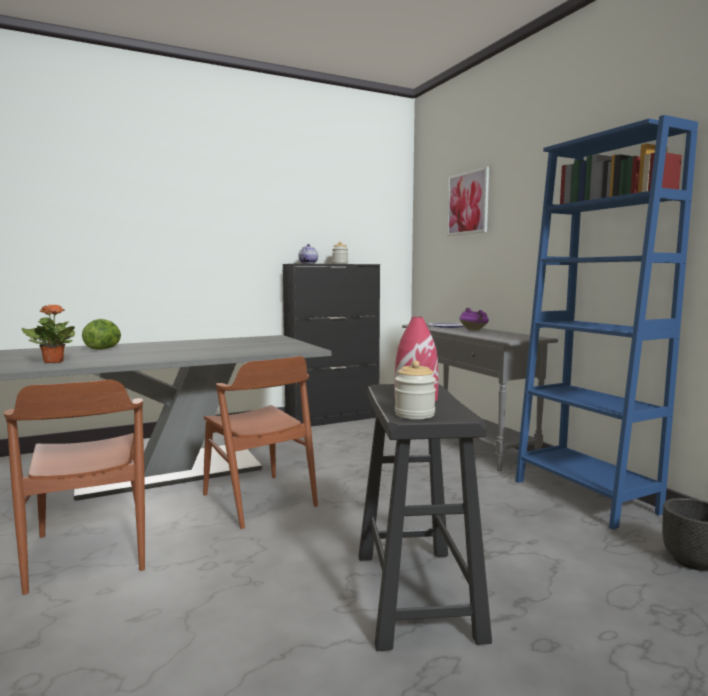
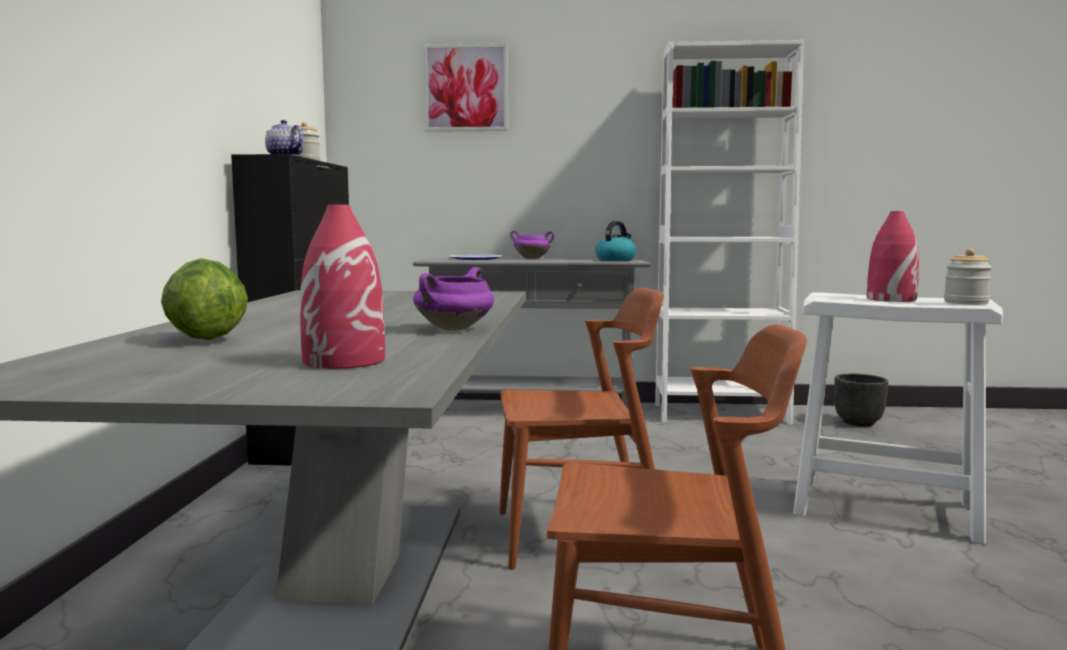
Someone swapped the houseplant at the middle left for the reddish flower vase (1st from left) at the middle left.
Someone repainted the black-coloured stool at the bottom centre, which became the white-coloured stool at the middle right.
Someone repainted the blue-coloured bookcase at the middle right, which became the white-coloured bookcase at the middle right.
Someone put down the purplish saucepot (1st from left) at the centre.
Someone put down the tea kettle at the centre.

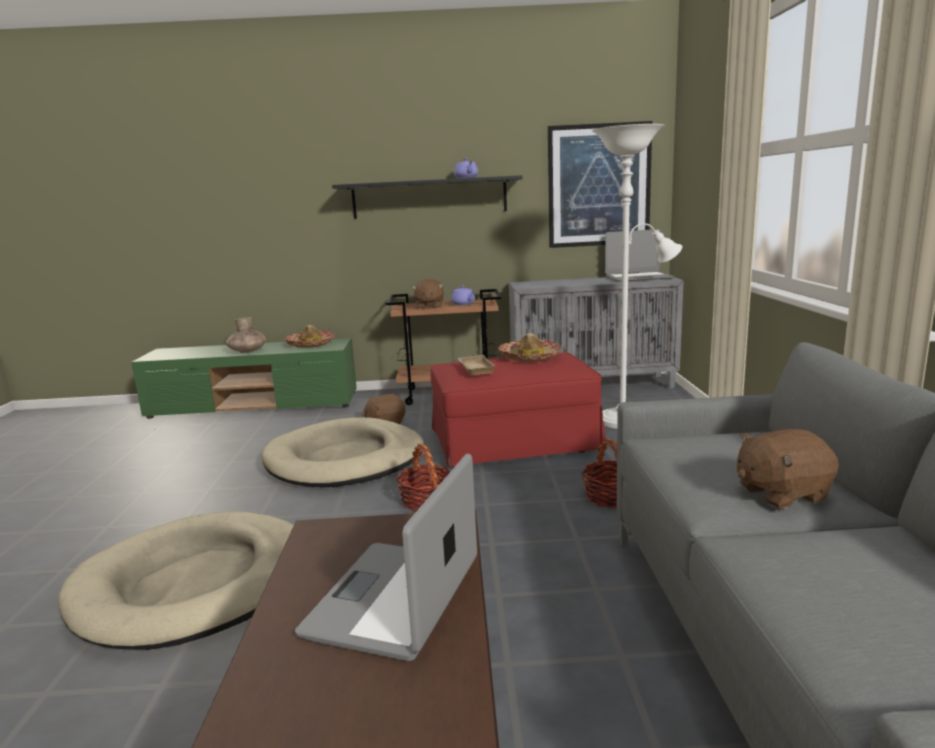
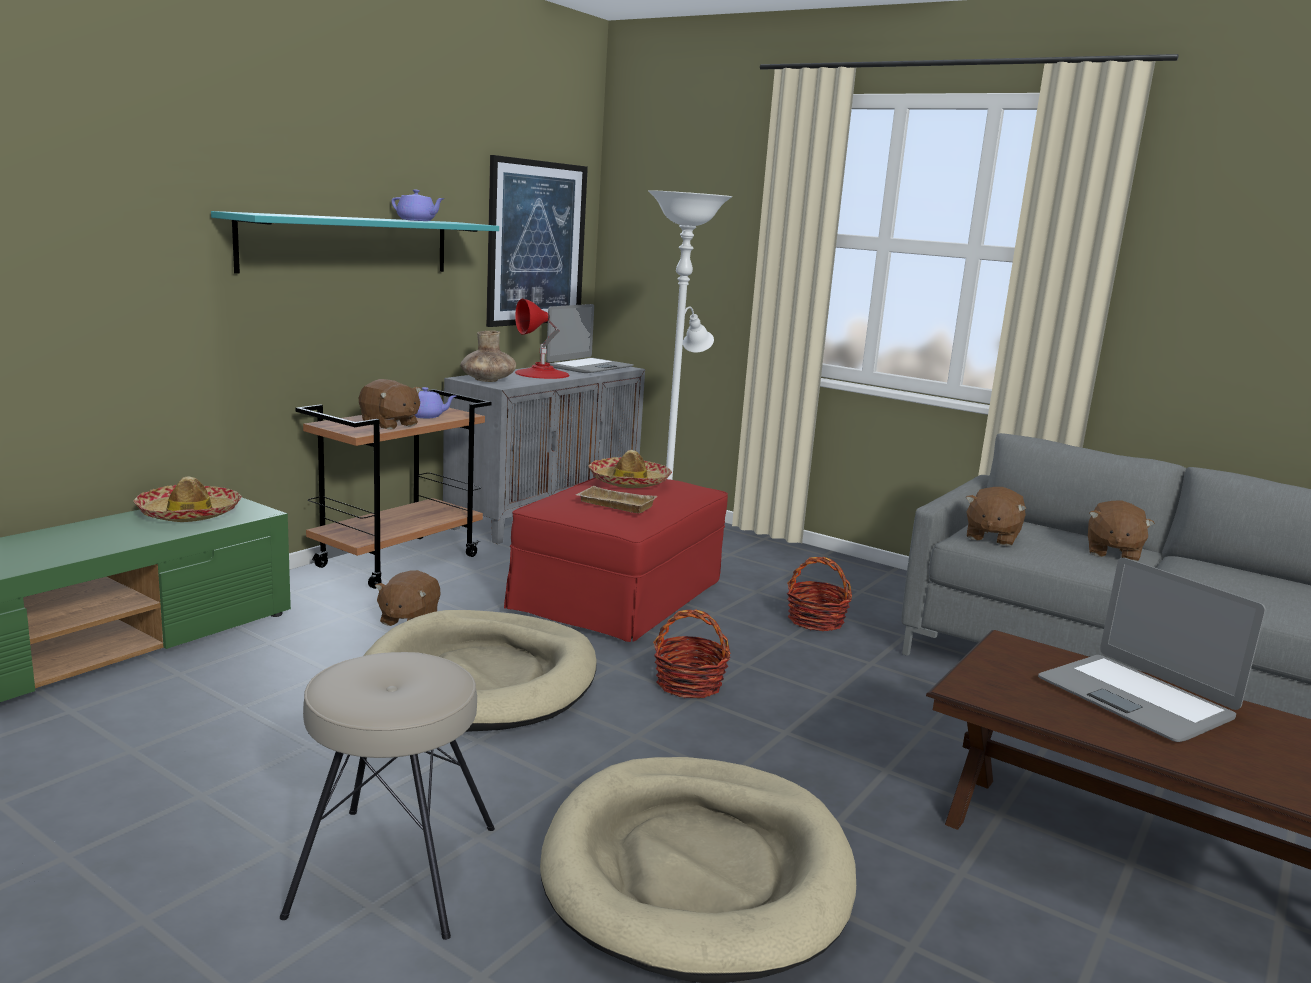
Someone carried the brownish flower vase from the middle left to the centre.
Someone repainted the black-coloured shelf at the top centre, which became the turquoise shelf at the top left.
Someone put down the sand-coloured stool at the bottom left.
Someone put down the reddish tabletop lamp at the centre.
Someone put down the brownish soft toy (3rd from left) at the middle right.

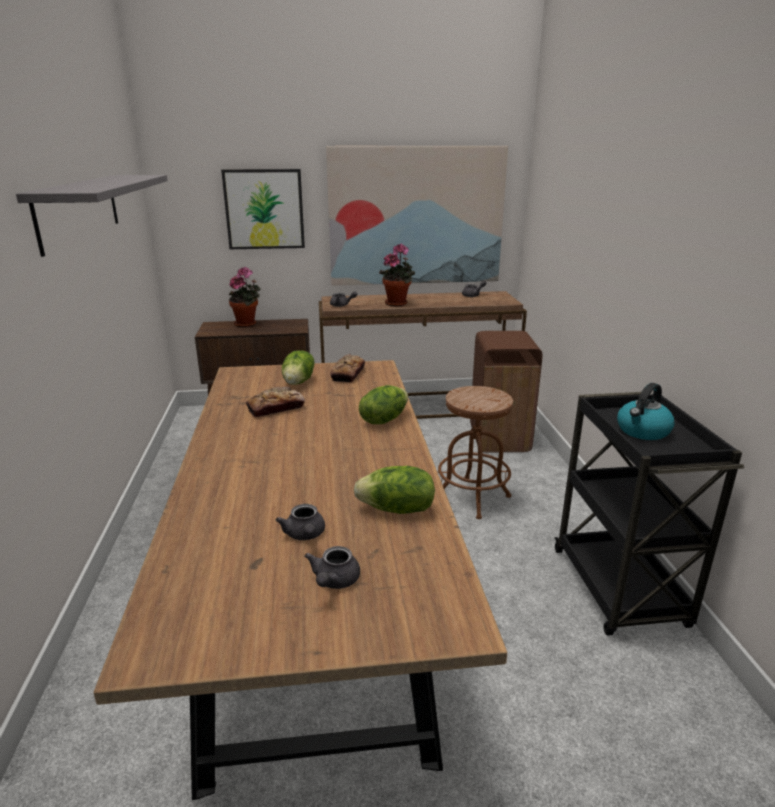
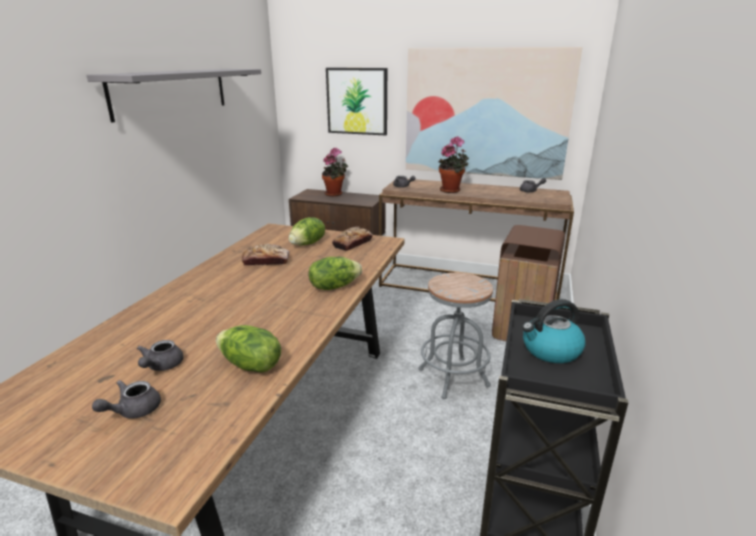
Someone repainted the brownish stool at the centre, which became the grey stool at the centre.

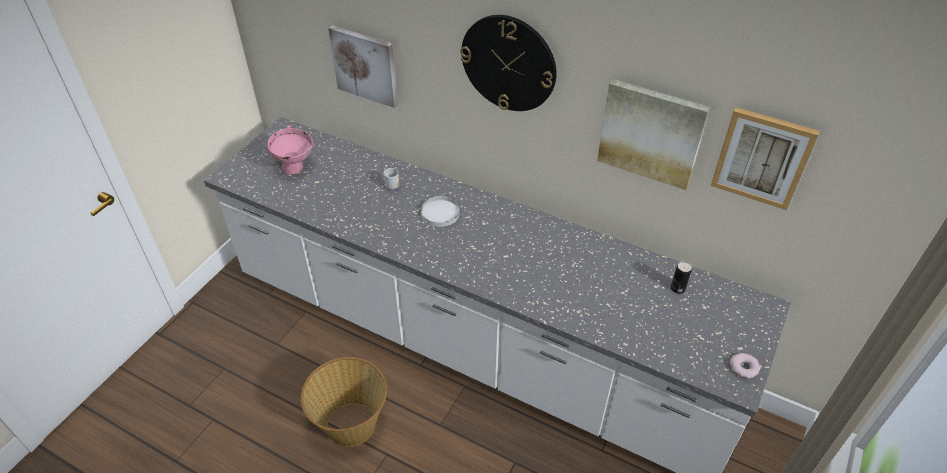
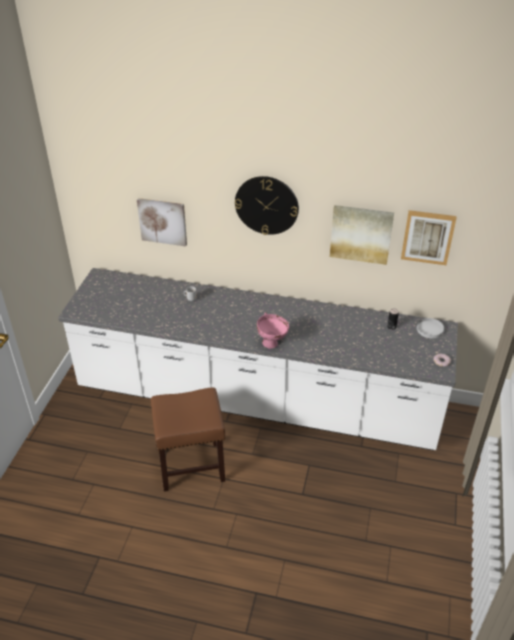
Someone carried the pinkish bowl from the top left to the centre.
Someone swapped the basket at the bottom centre for the brownish stool at the bottom centre.
Someone carried the white-coloured dinner plate from the centre to the middle right.

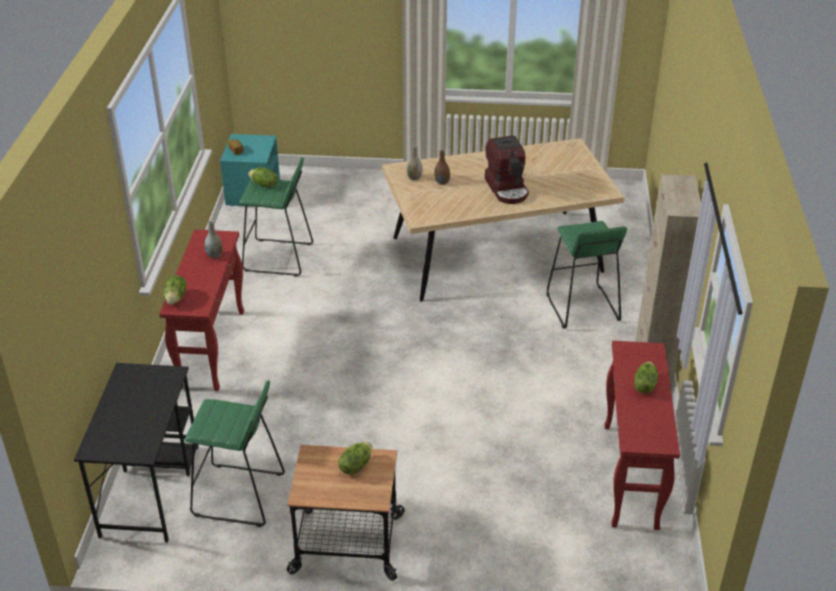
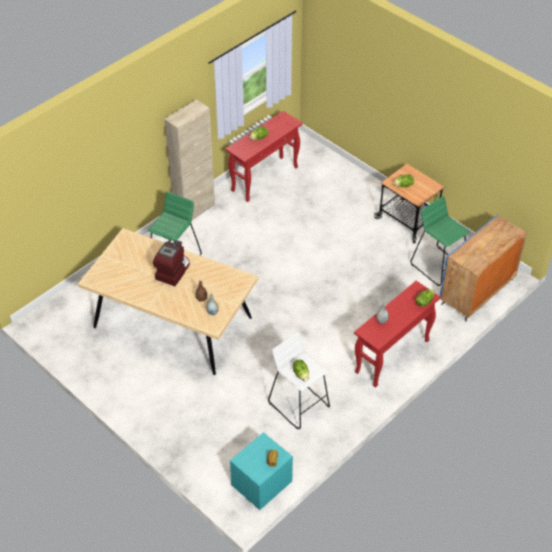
Someone swapped the black-coloured desk unit at the bottom left for the blue-coloured storage cabinet at the middle right.
Someone repainted the green-coloured stool (2nd from left) at the middle left, which became the white-coloured stool at the bottom centre.

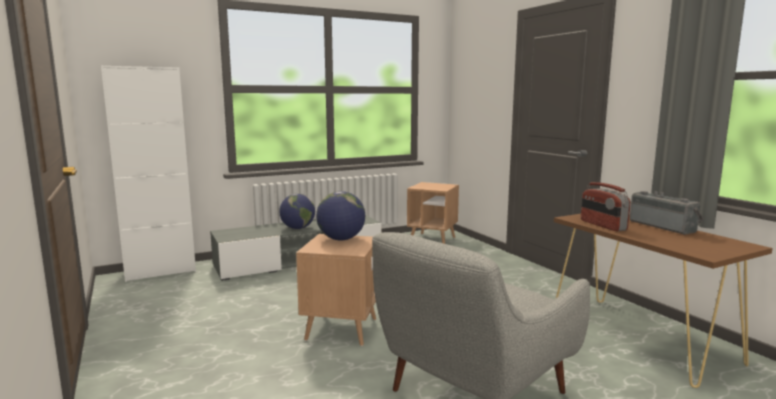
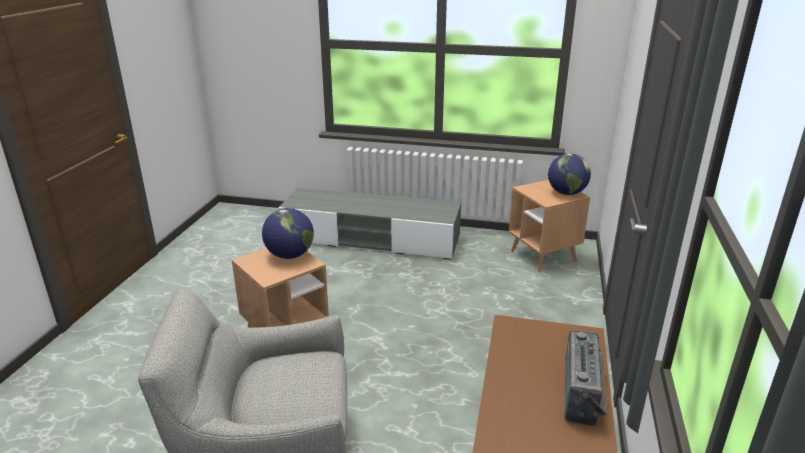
Someone took away the white-coloured storage cabinet at the middle left.
Someone carried the desk globe (1st from left in the first image) from the centre to the middle right.
Someone took away the radio set (1st from left) at the middle right.

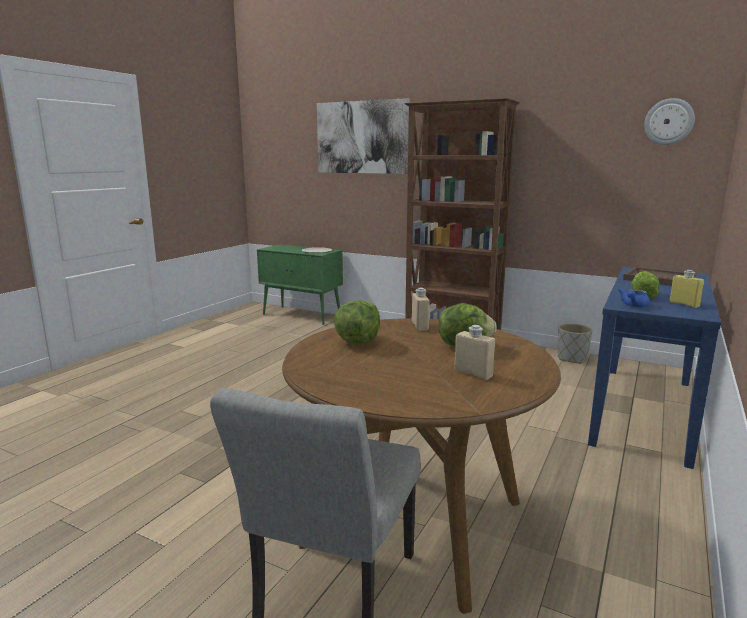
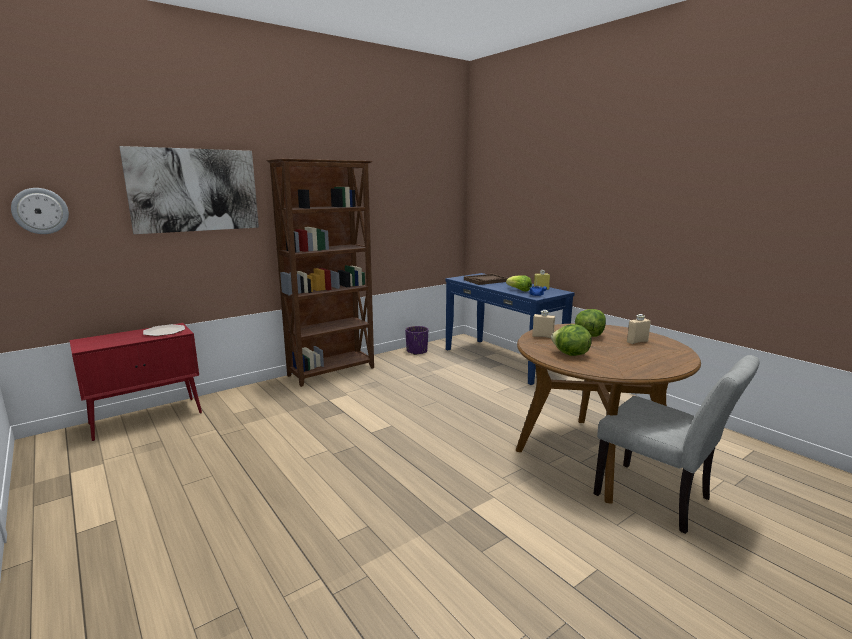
Someone repainted the green-coloured storage cabinet at the centre, which became the reddish storage cabinet at the middle left.
Someone repainted the grey flower pot at the middle right, which became the purplish flower pot at the centre.
Someone carried the wall clock from the top right to the top left.

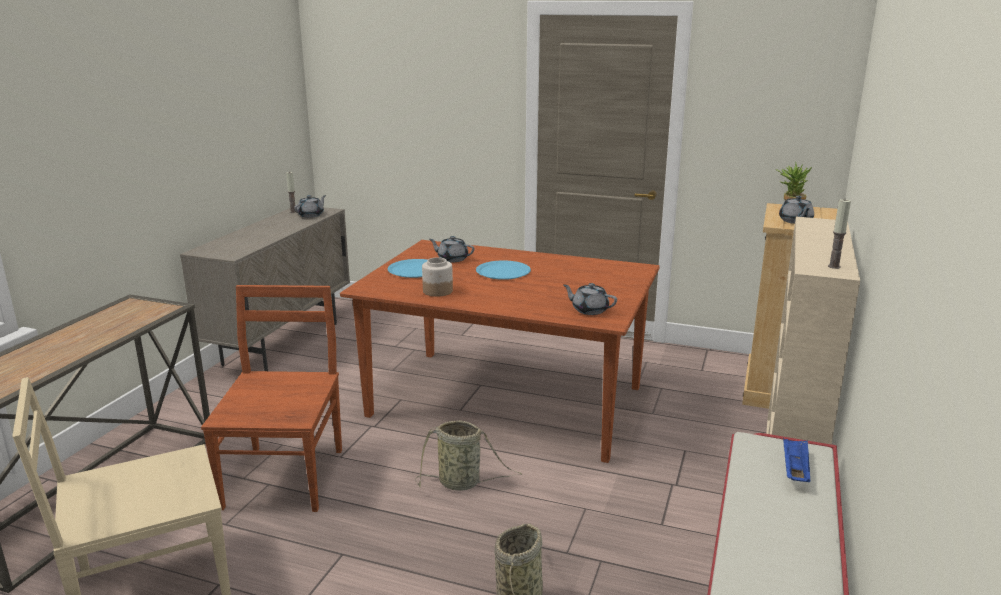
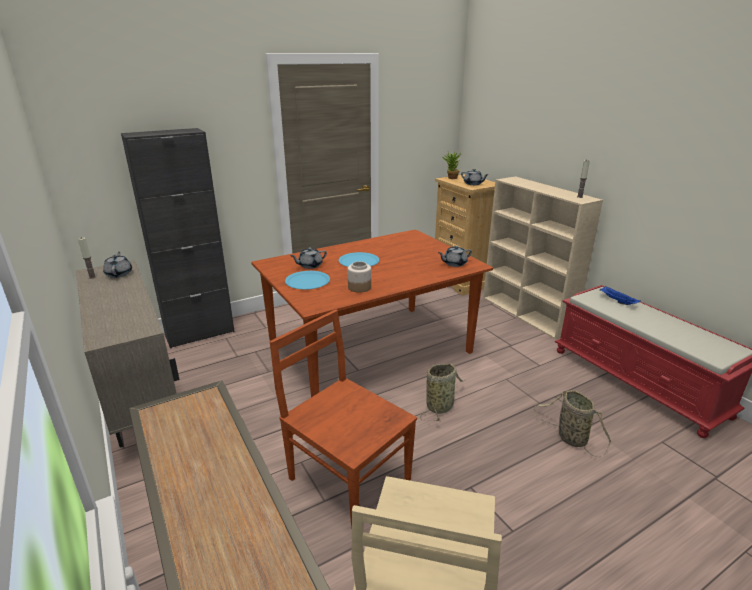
Someone put down the black-coloured storage cabinet at the middle left.

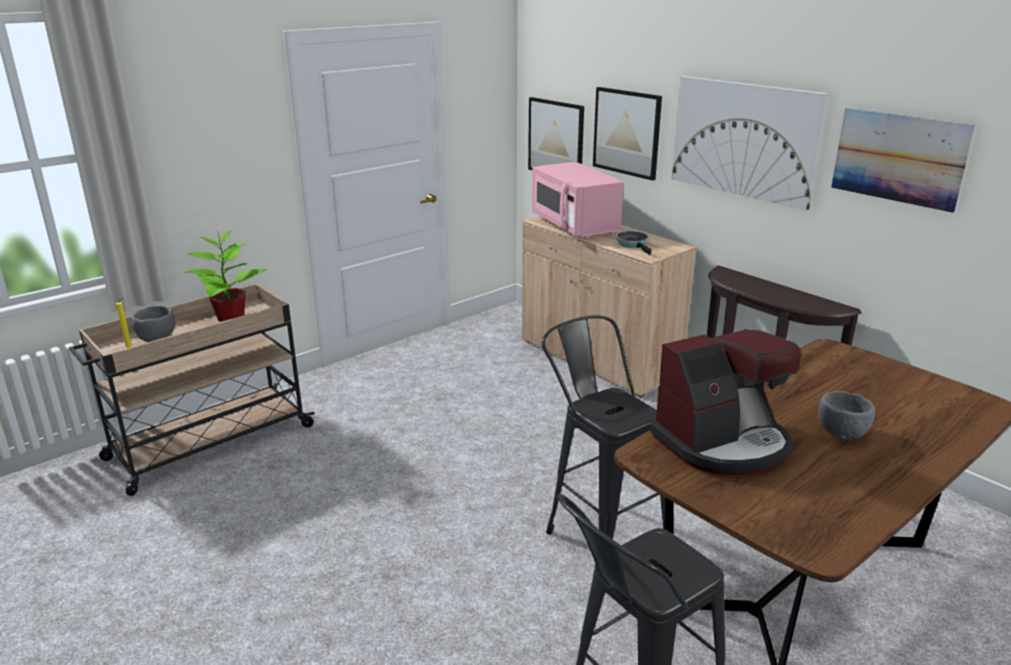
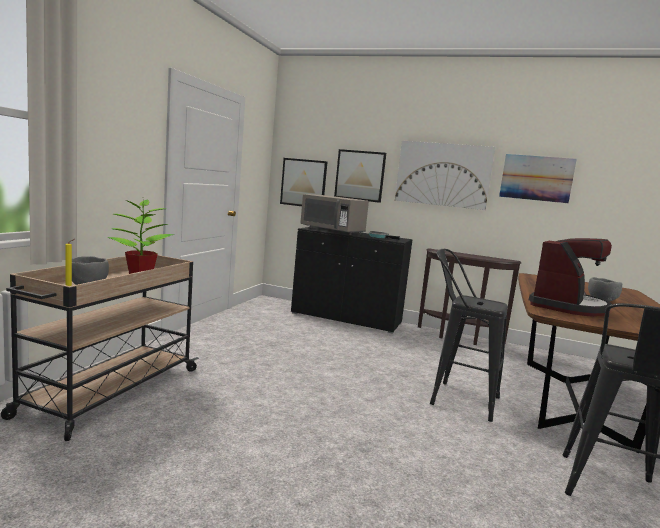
Someone repainted the sand-coloured storage cabinet at the centre, which became the black-coloured storage cabinet at the centre.
Someone repainted the pinkish microwave at the top centre, which became the grey microwave at the centre.

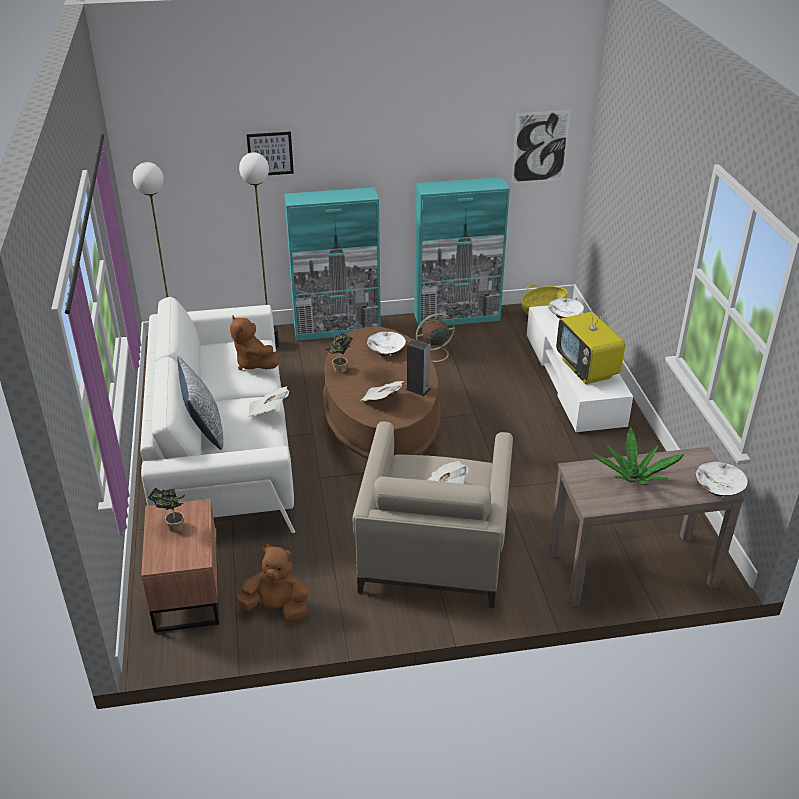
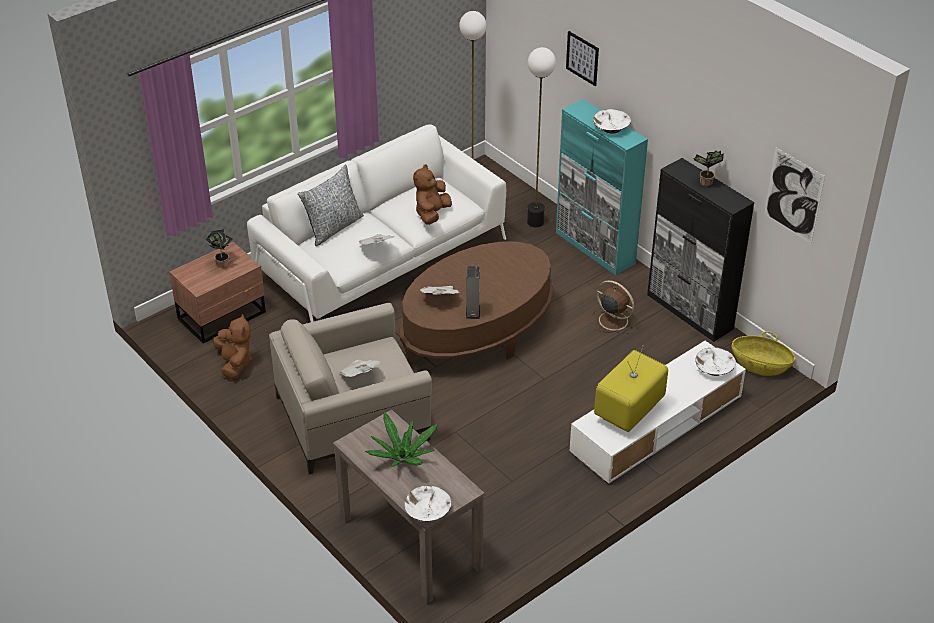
Someone carried the houseplant (2nd from left in the first image) from the centre to the top right.
Someone carried the white-coloured bowl (1st from left in the first image) from the centre to the top centre.
Someone repainted the turquoise storage cabinet (2nd from left) at the top centre, which became the black-coloured storage cabinet at the middle right.

